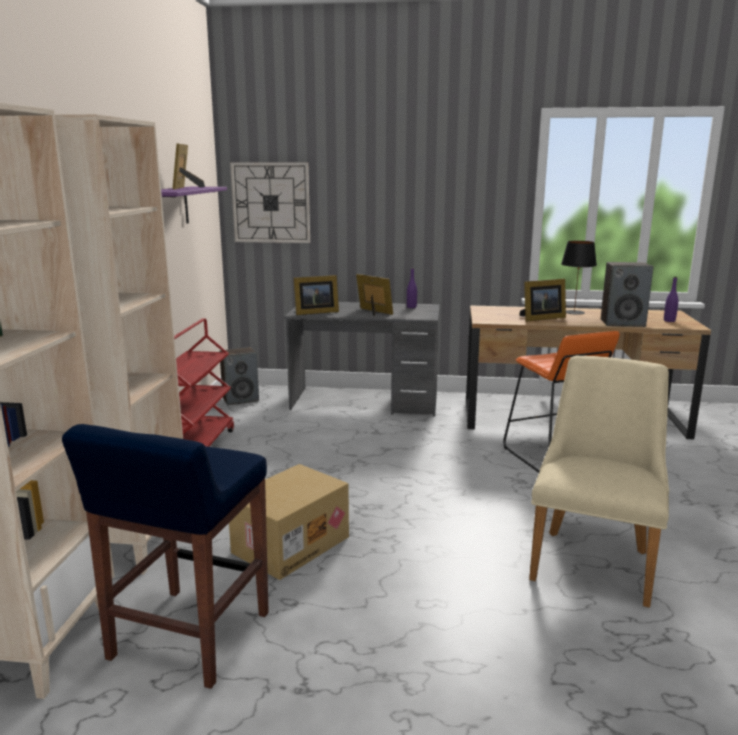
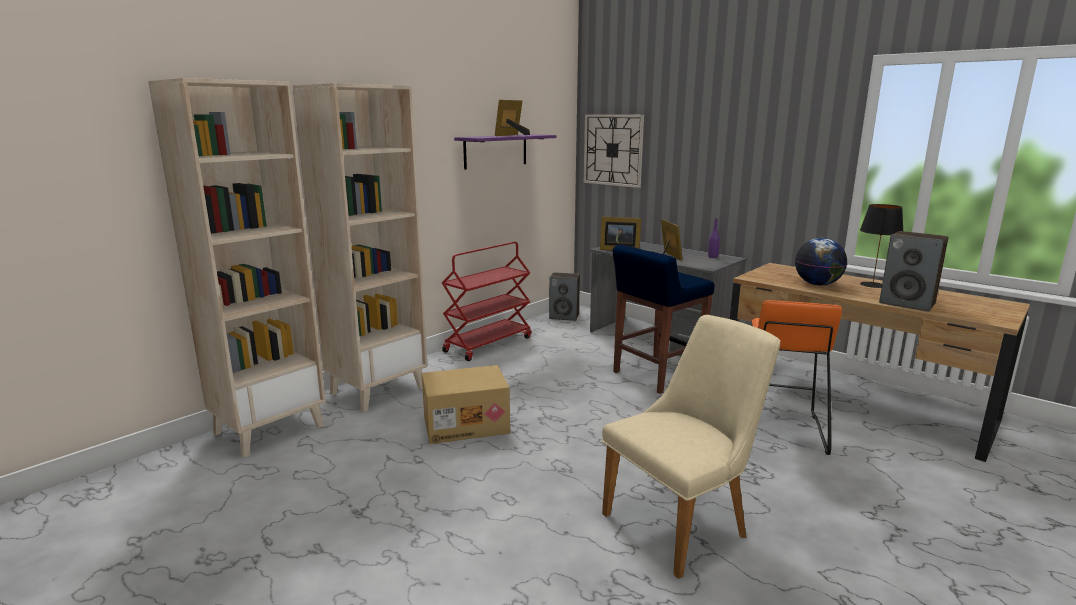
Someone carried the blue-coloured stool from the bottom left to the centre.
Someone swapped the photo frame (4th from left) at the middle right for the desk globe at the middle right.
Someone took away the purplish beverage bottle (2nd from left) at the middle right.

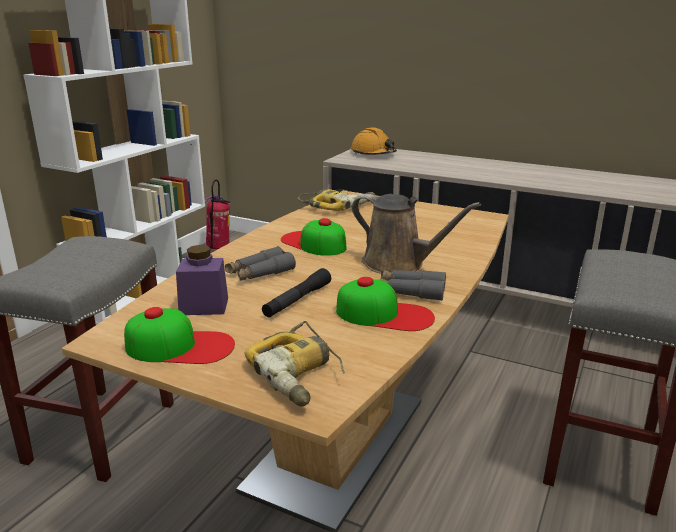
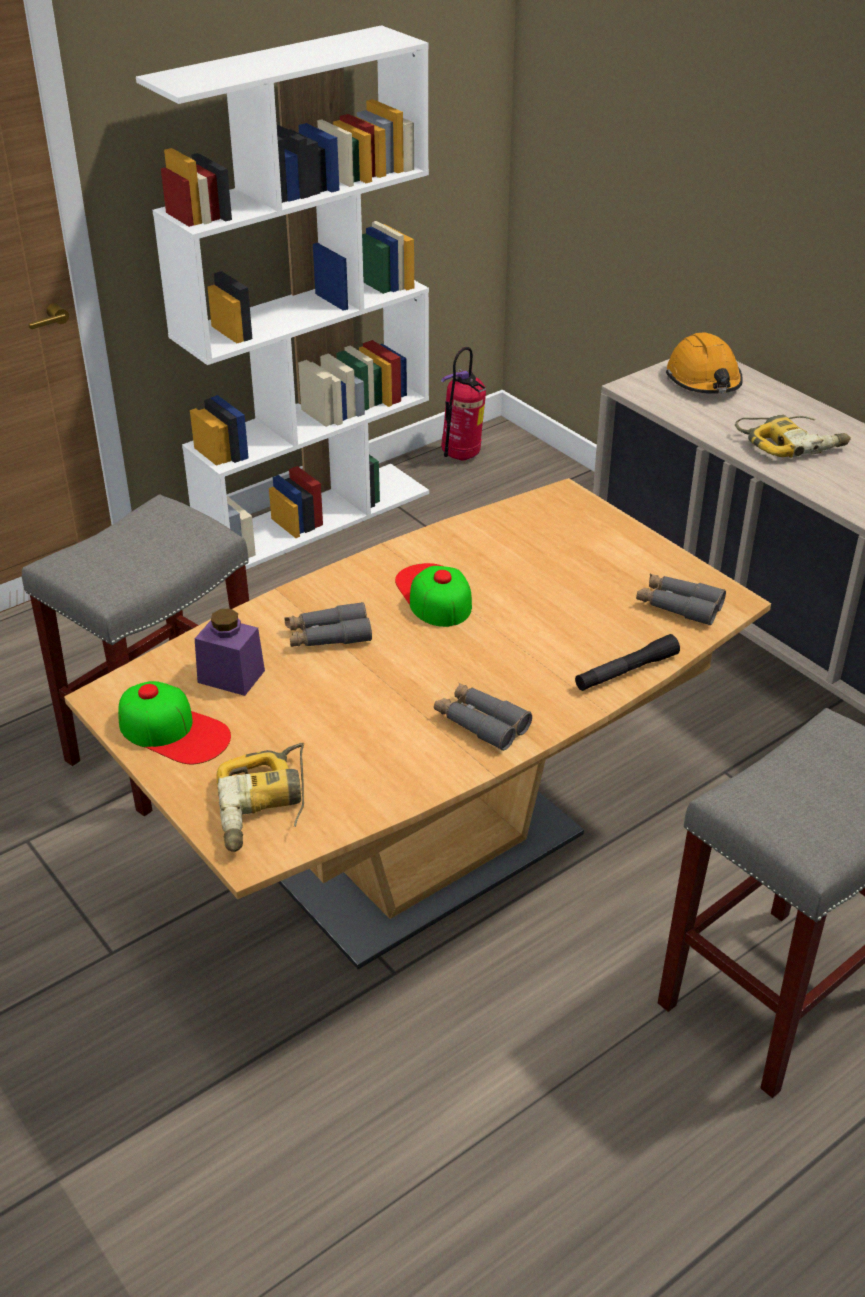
Someone carried the black-coloured hand torch from the centre to the middle right.
Someone carried the power drill (2nd from left) from the centre to the middle right.
Someone took away the cap (3rd from left) at the centre.
Someone took away the brownish watering can at the centre.
Someone put down the grey pair of binoculars (3rd from left) at the middle right.

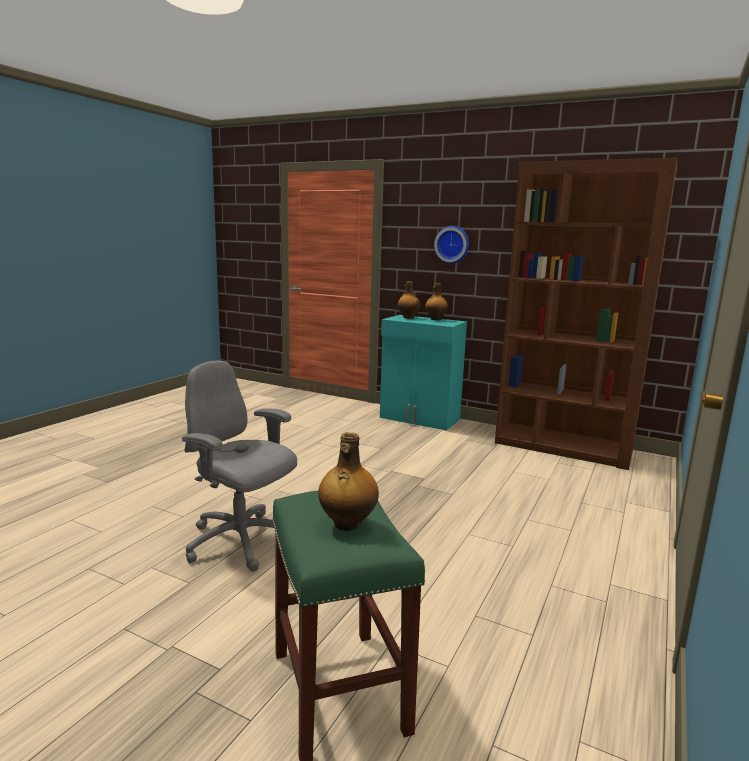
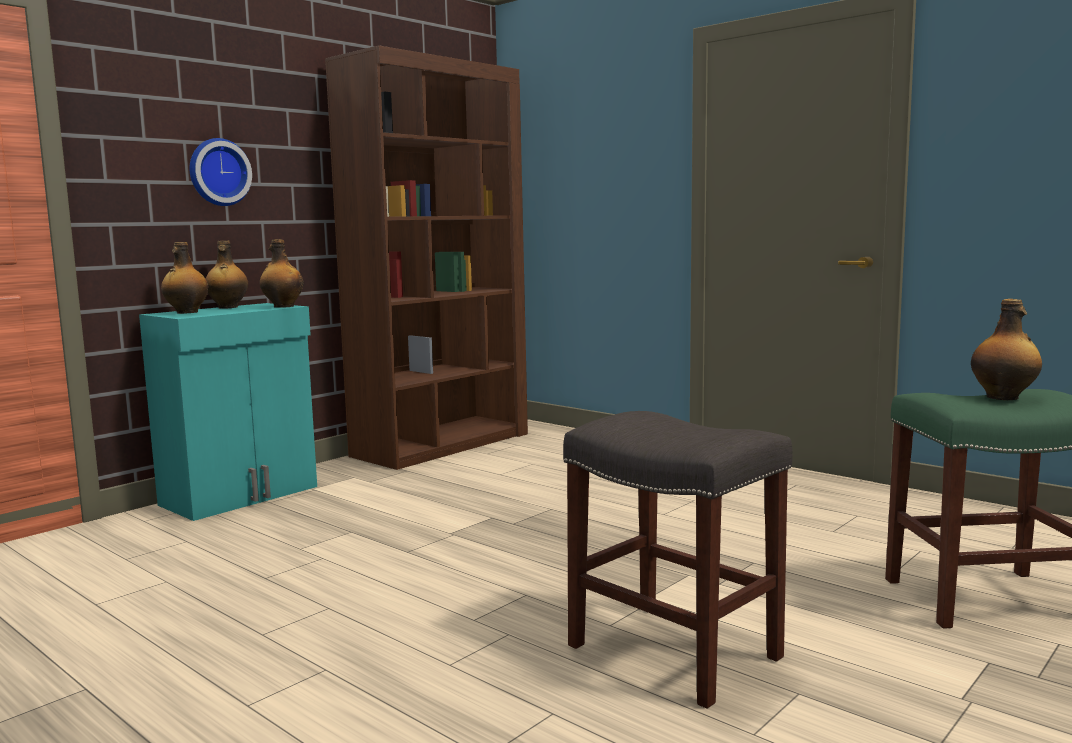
Someone swapped the grey desk chair at the middle left for the grey stool at the bottom centre.
Someone put down the beverage bottle (3rd from left) at the middle left.

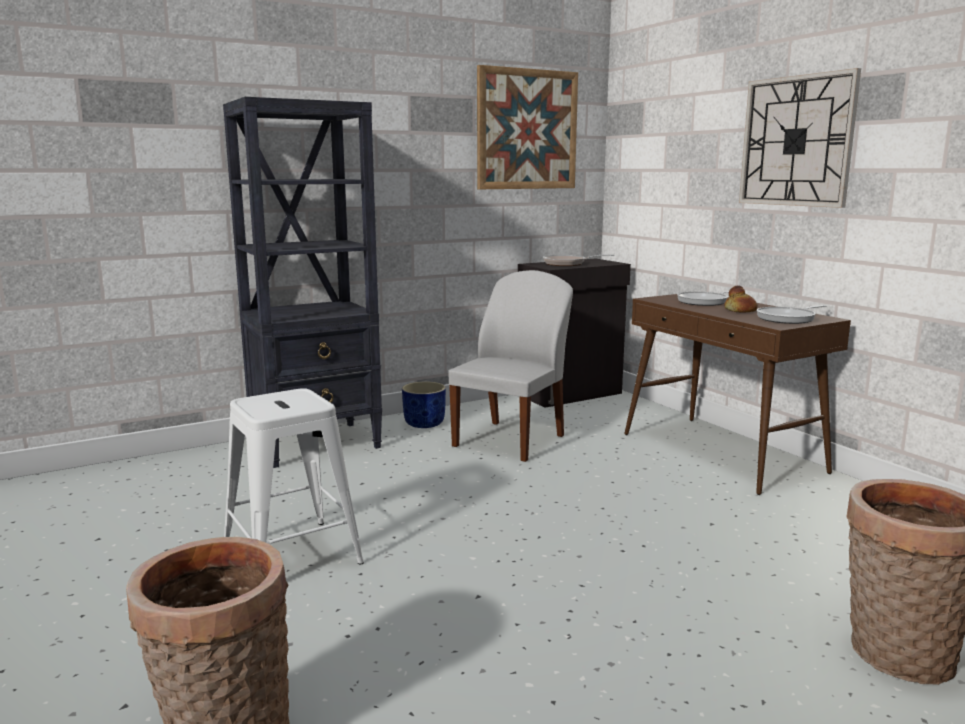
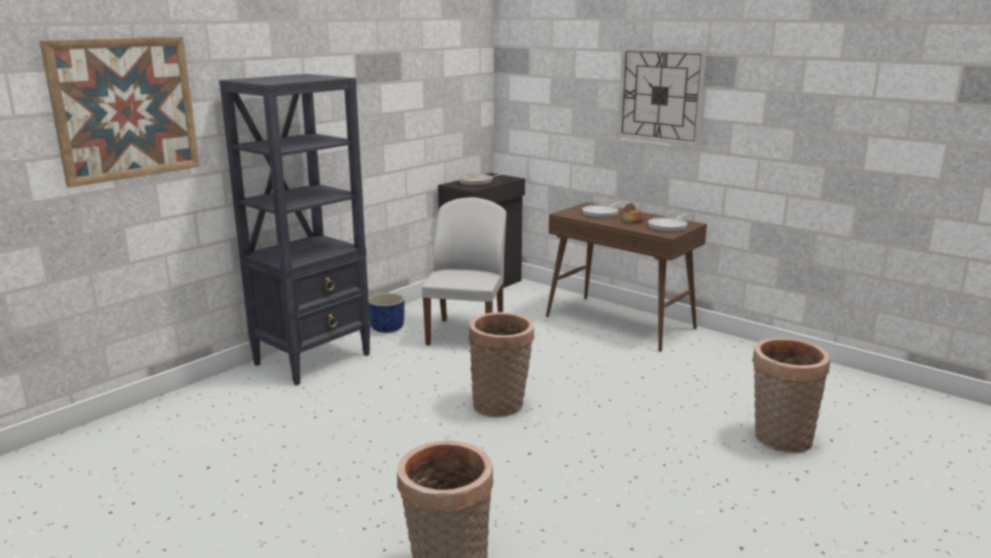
Someone took away the white-coloured stool at the middle left.
Someone carried the picture from the top centre to the top left.
Someone put down the basket (2nd from left) at the centre.

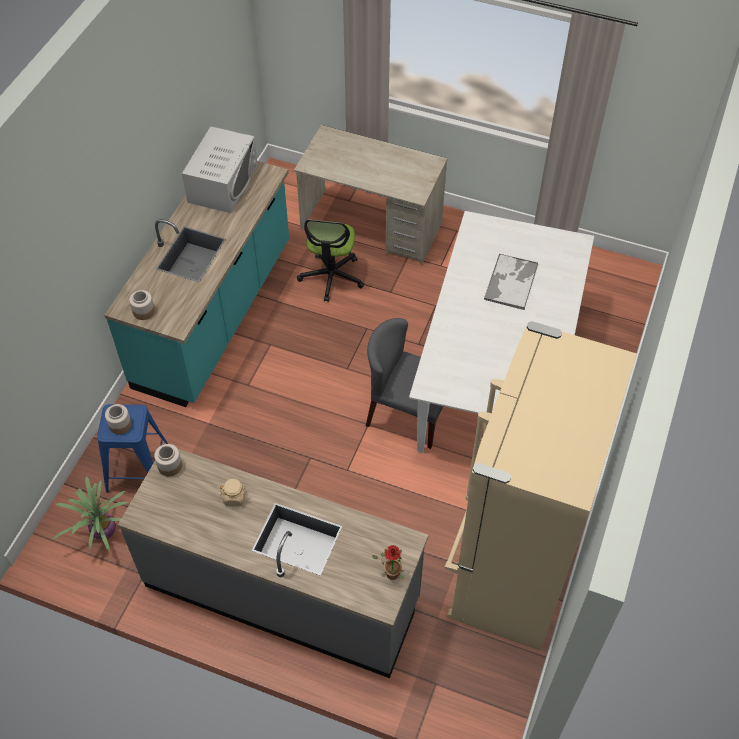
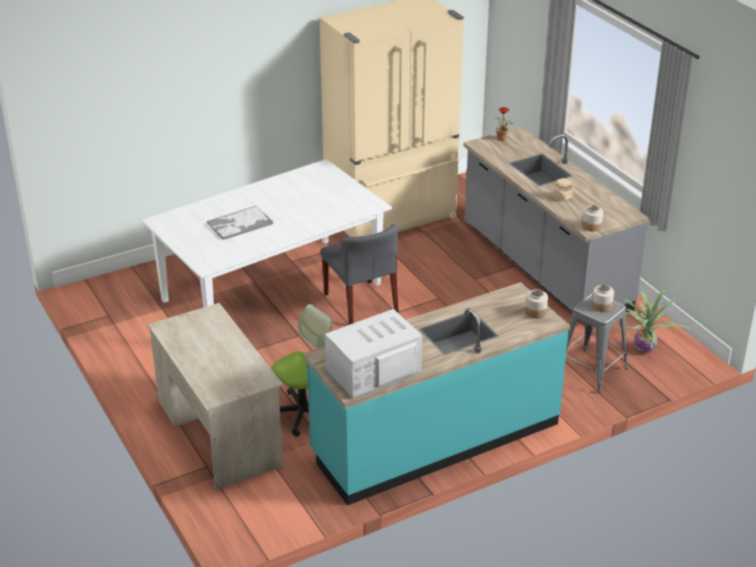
Someone repainted the blue-coloured stool at the middle left, which became the grey stool at the middle right.

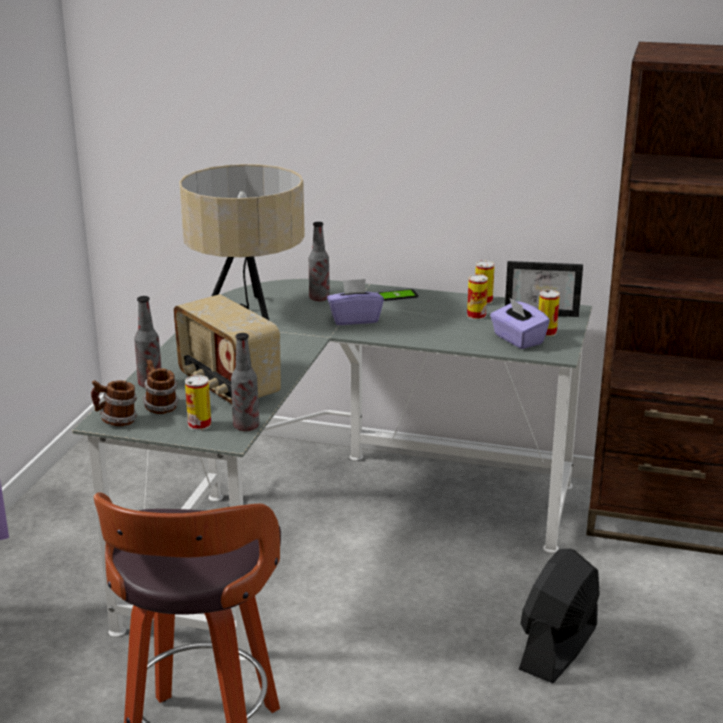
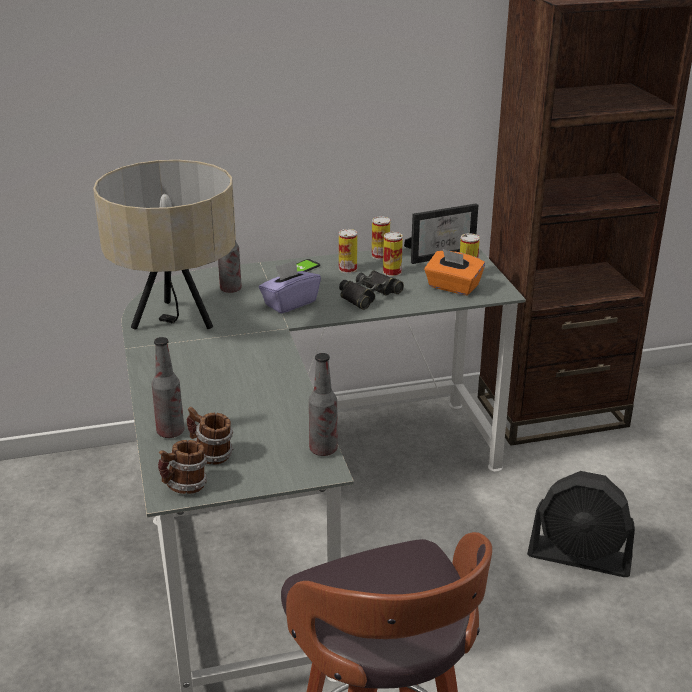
Someone took away the radio set at the middle left.
Someone carried the can (1st from left) from the middle left to the centre.
Someone repainted the purplish box of tissues (2nd from left) at the middle right, which became the orangey box of tissues at the centre.
Someone rotated the black-coloured fan at the bottom right by 75 degrees counterclockwise.
Someone put down the black-coloured pair of binoculars at the centre.

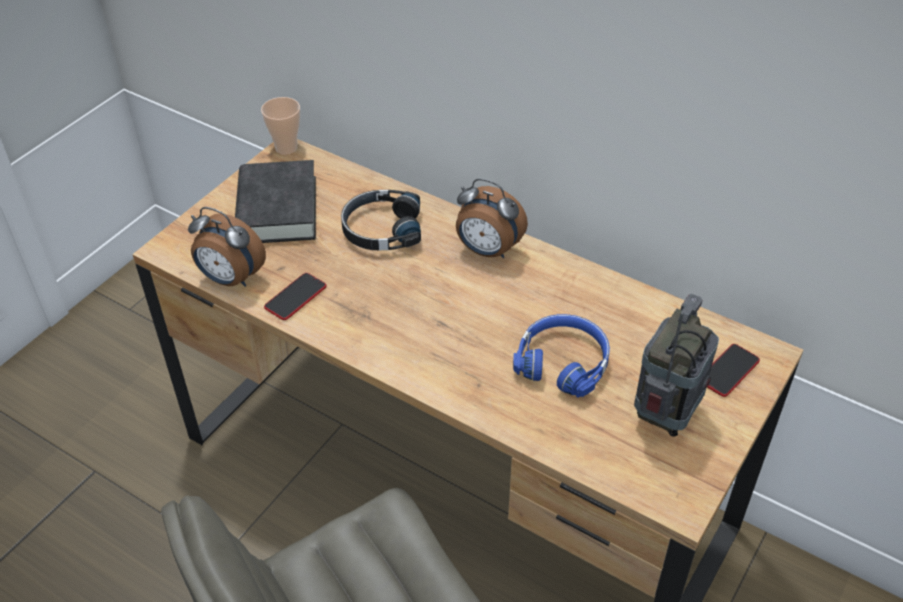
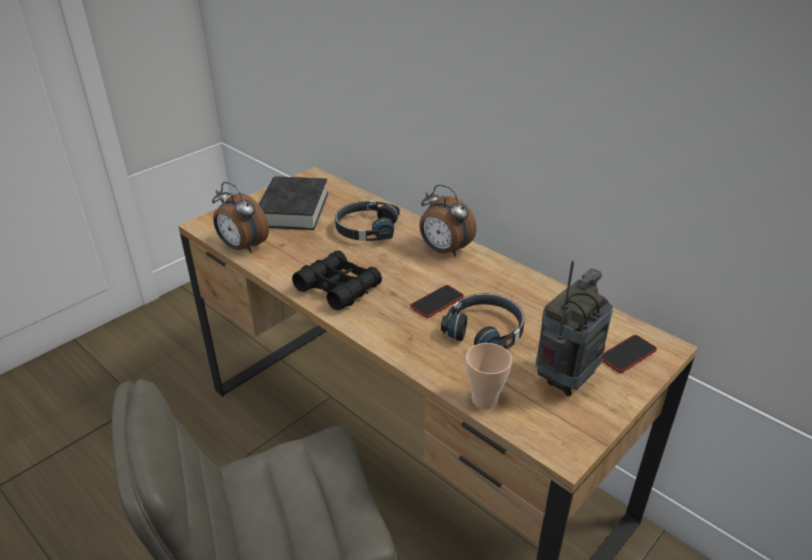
Someone carried the drinking cup from the top left to the bottom centre.
Someone carried the handset (1st from left) from the middle left to the centre.
Someone repainted the blue-coloured headphones at the centre, which became the black-coloured headphones (2nd from left) at the centre.
Someone put down the black-coloured pair of binoculars at the centre.

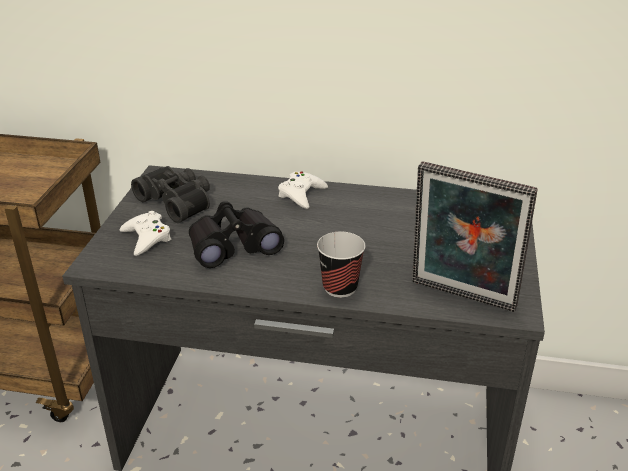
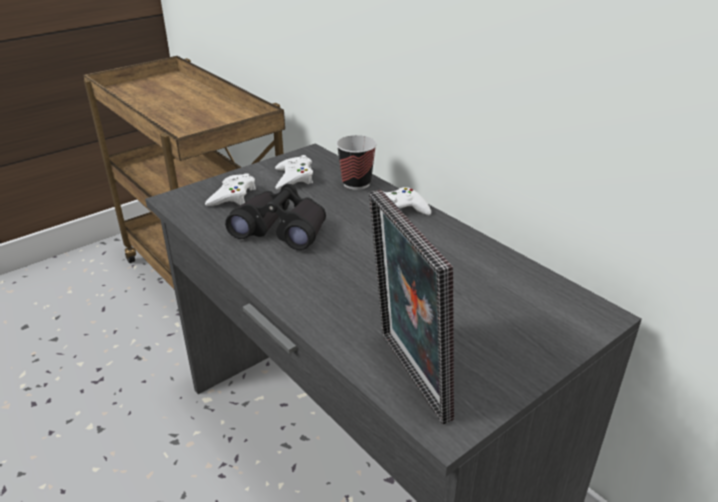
Someone swapped the black-coloured pair of binoculars (1st from left) at the middle left for the white-coloured game controller (2nd from left) at the centre.
Someone carried the drinking cup from the centre to the top centre.

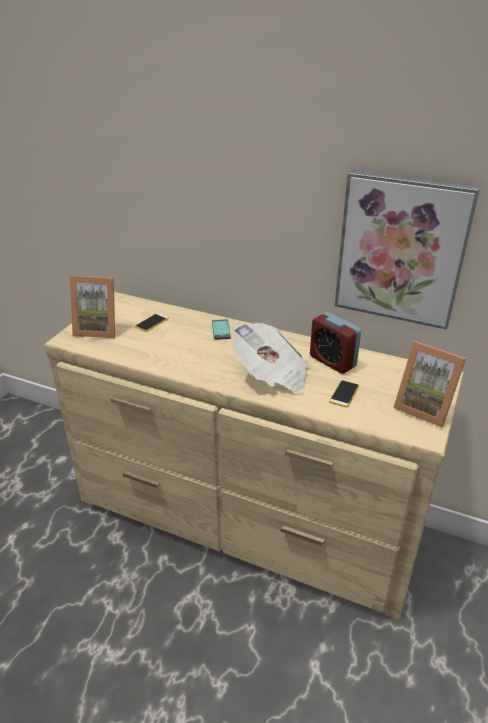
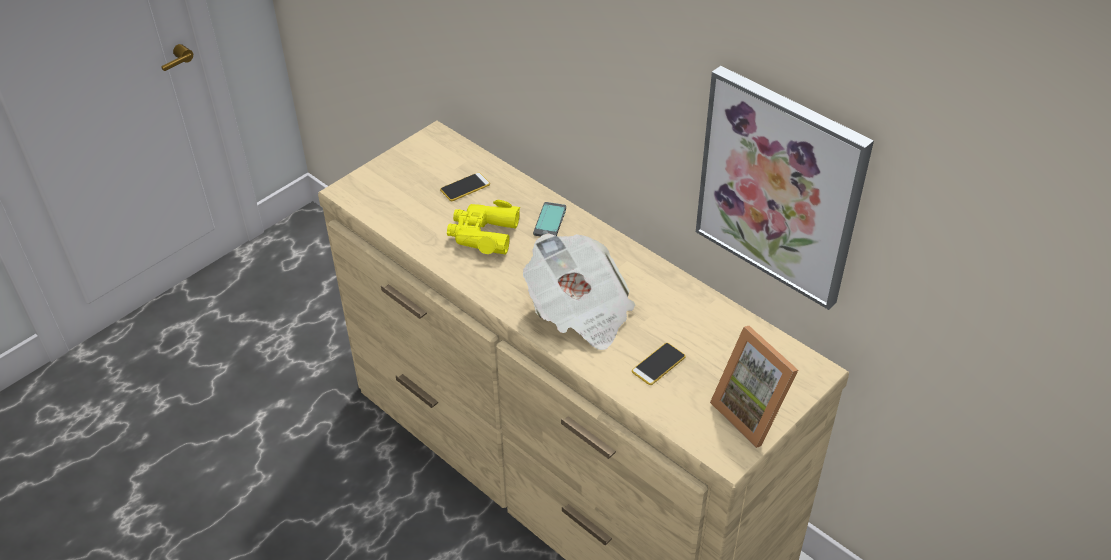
Someone took away the photo frame (1st from left) at the middle left.
Someone took away the alarm clock at the middle right.
Someone put down the yellow pair of binoculars at the centre.

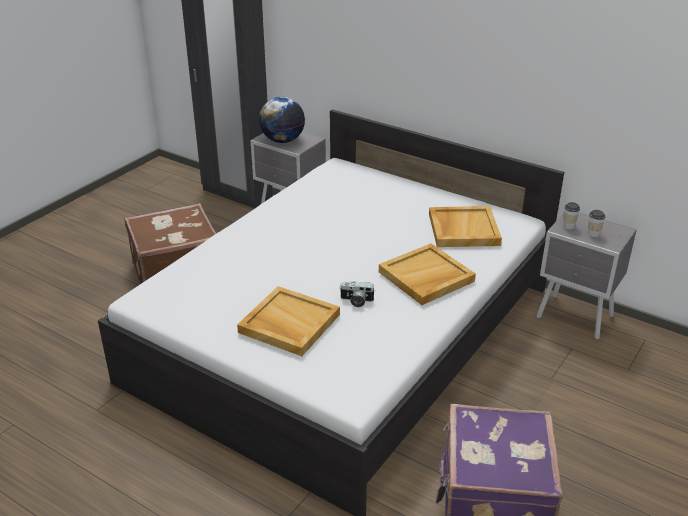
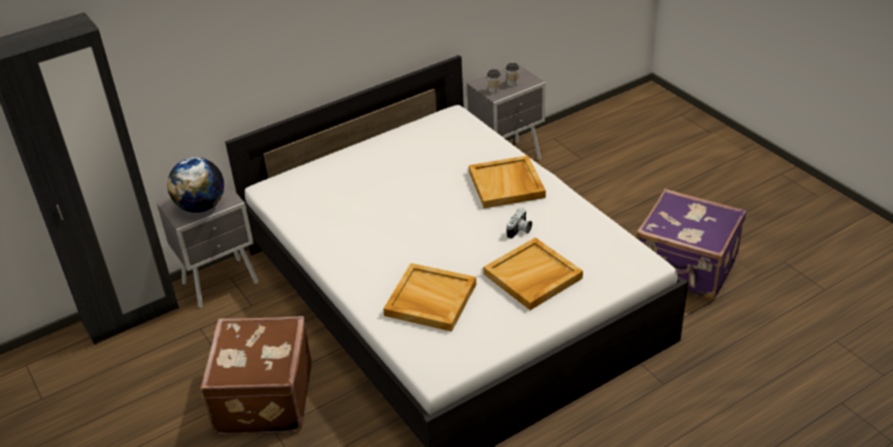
Someone carried the sand-coloured tray (3rd from left in the first image) from the middle right to the centre.

